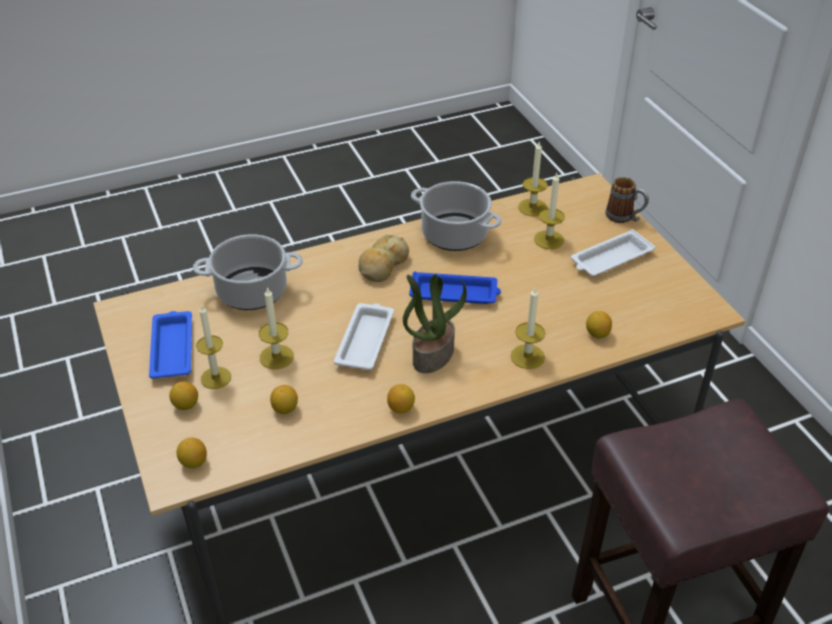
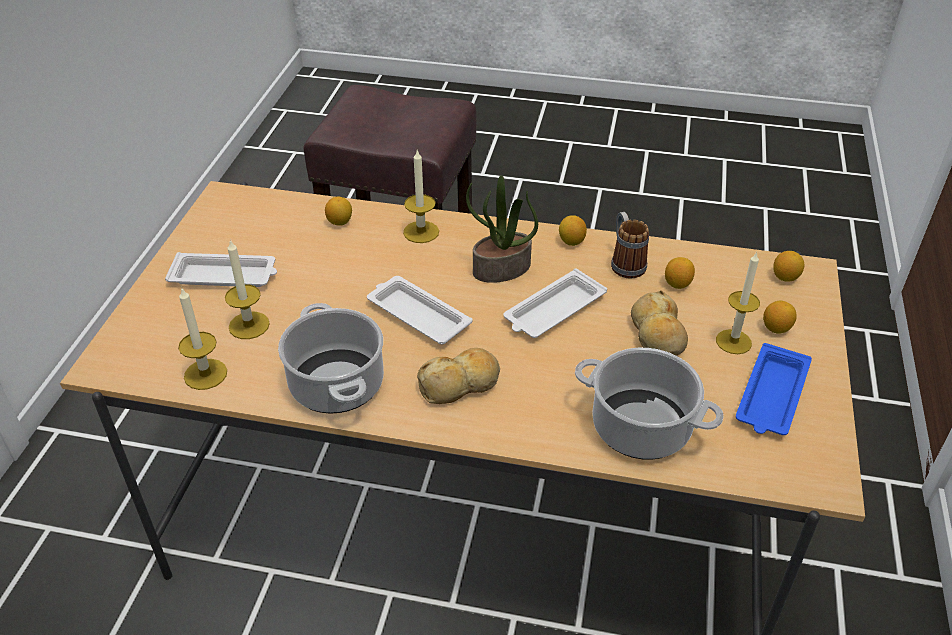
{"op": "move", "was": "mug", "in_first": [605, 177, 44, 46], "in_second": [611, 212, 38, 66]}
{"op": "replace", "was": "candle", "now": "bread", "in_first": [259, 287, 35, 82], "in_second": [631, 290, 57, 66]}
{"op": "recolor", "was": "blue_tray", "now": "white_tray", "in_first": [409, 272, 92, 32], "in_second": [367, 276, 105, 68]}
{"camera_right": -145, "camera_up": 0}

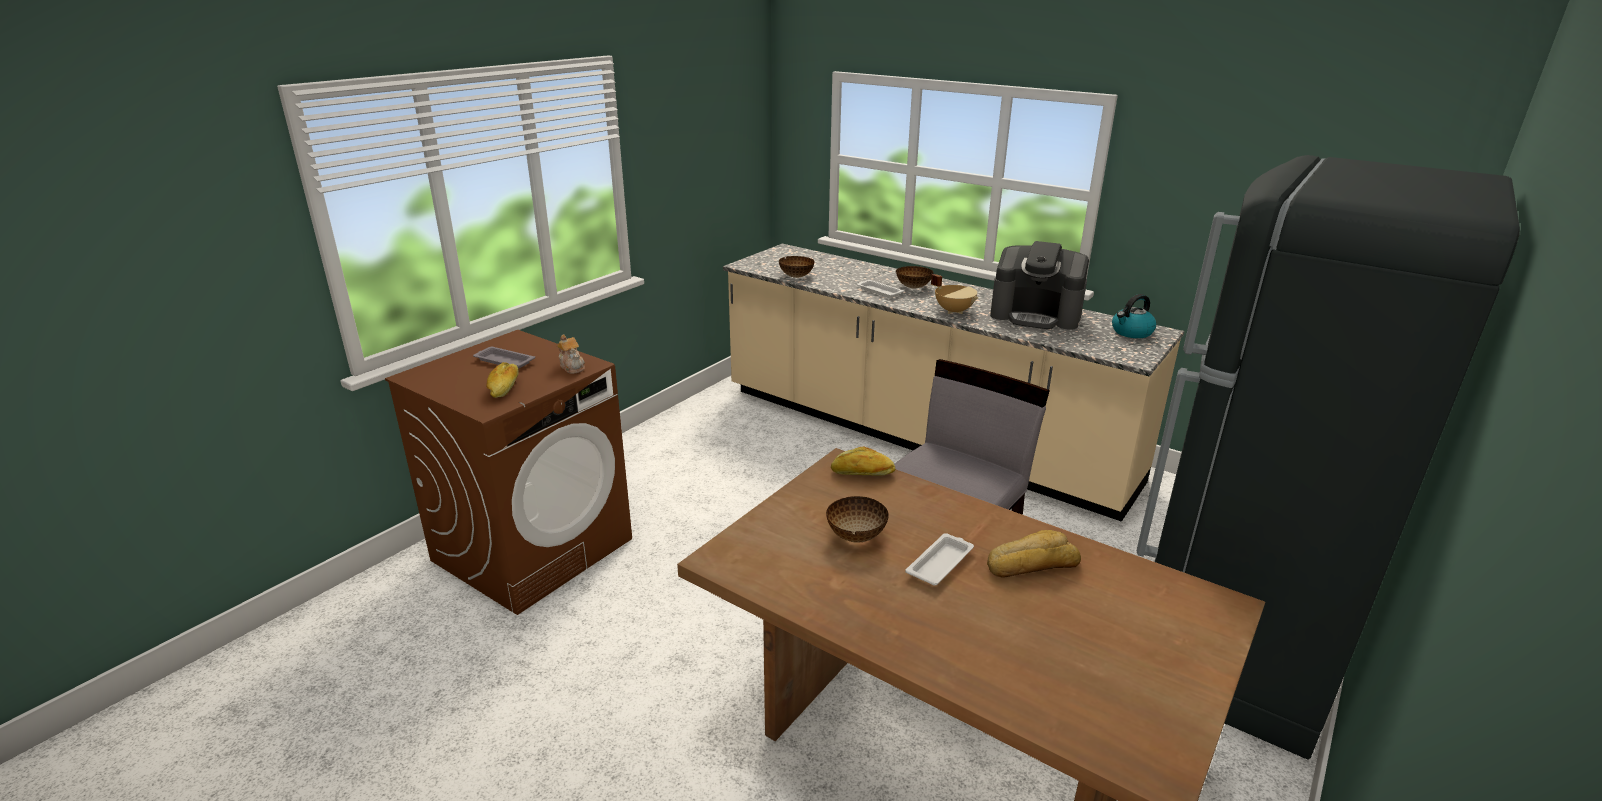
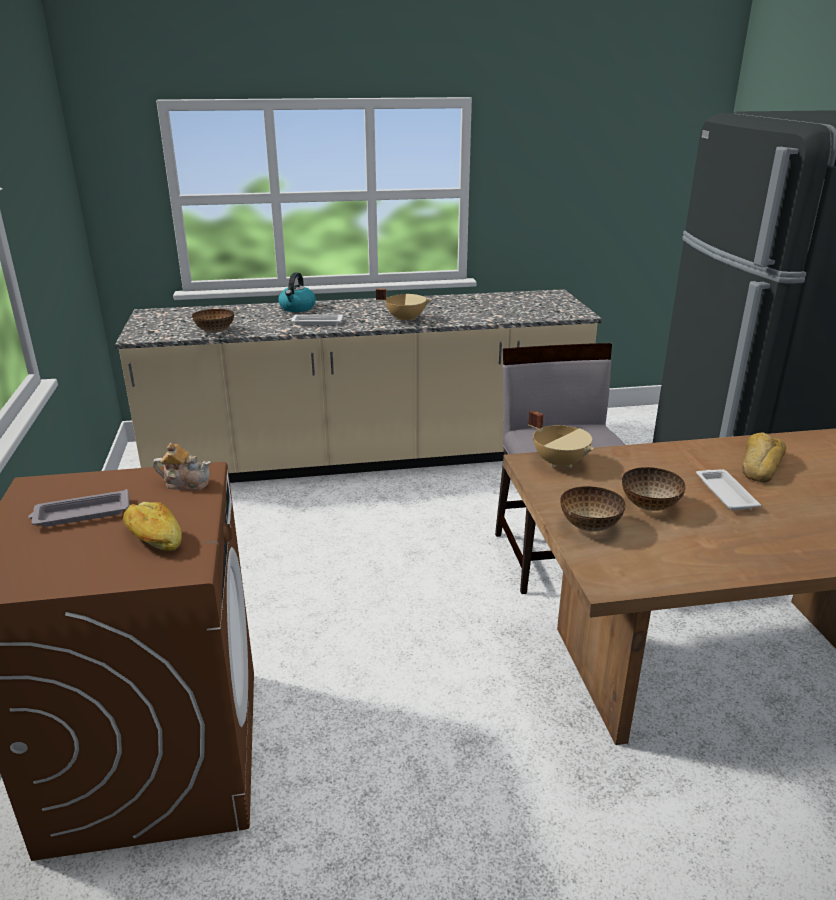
{"op": "delete", "was": "coffee_machine", "in_first": [990, 241, 99, 89]}
{"op": "move", "was": "bowl", "in_first": [895, 266, 39, 22], "in_second": [560, 486, 65, 46]}
{"op": "move", "was": "kettle", "in_first": [1112, 294, 44, 45], "in_second": [278, 273, 38, 39]}
{"op": "replace", "was": "bread", "now": "beige_cooking_pot", "in_first": [831, 447, 64, 29], "in_second": [528, 410, 66, 58]}
{"camera_right": -45, "camera_up": 0}

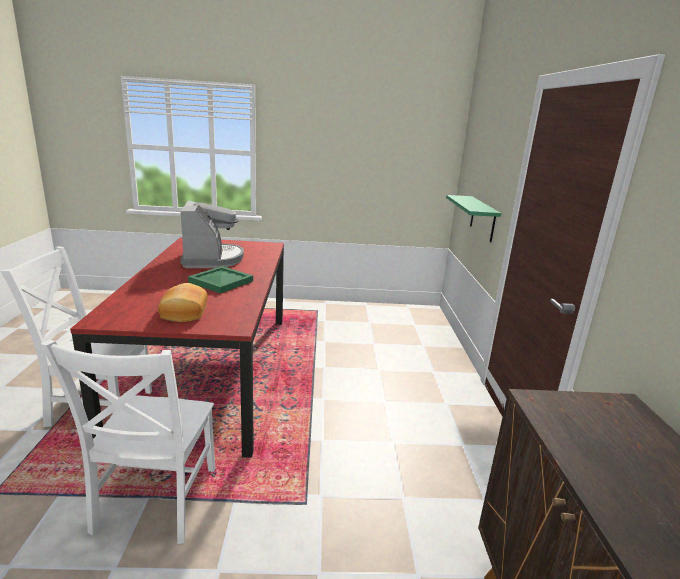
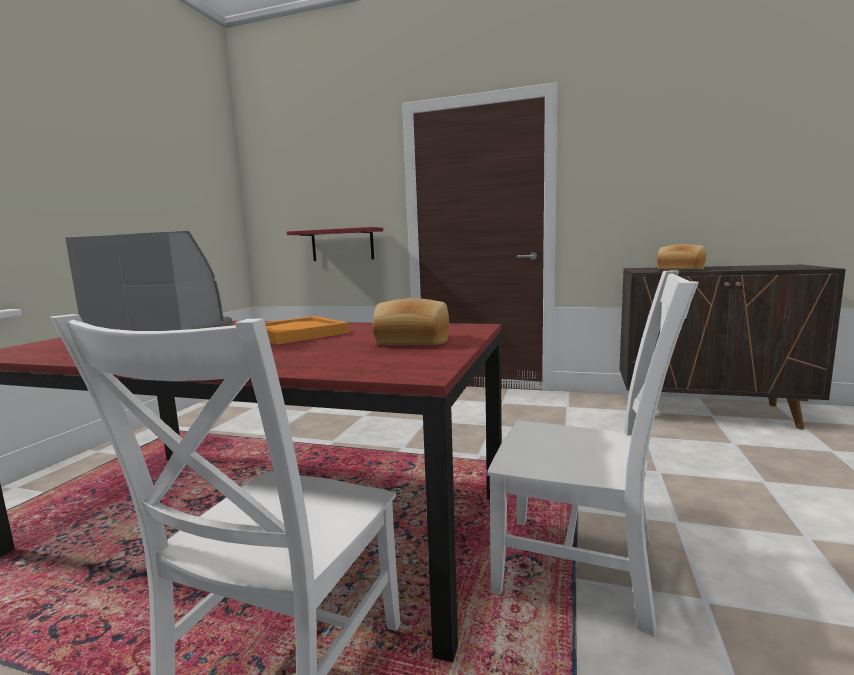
{"op": "insert", "now": "bread", "in_second": [657, 244, 49, 26]}
{"op": "recolor", "was": "green_tray", "now": "orange_tray", "in_first": [188, 266, 65, 28], "in_second": [265, 316, 84, 29]}
{"op": "recolor", "was": "green_shelf", "now": "red_shelf", "in_first": [446, 195, 55, 47], "in_second": [287, 227, 96, 34]}
{"camera_right": -70, "camera_up": -10}

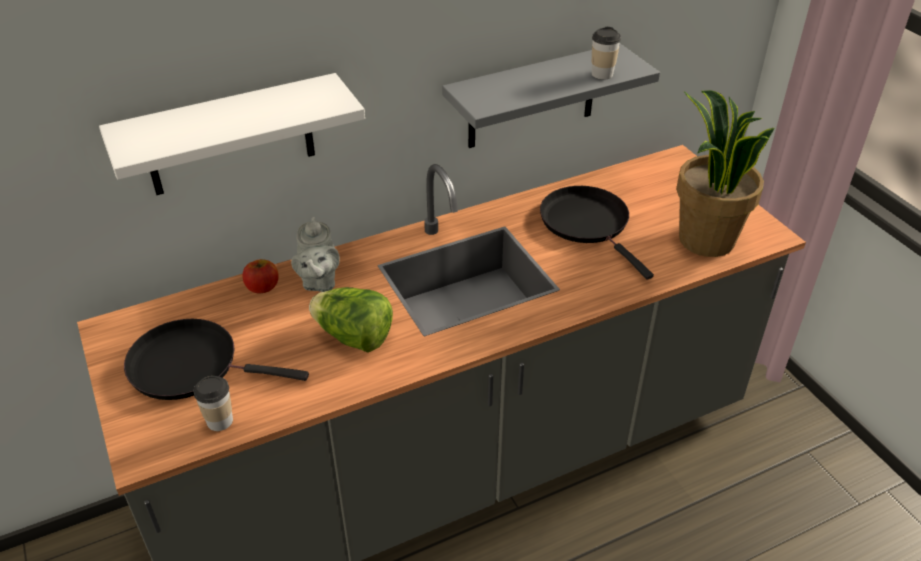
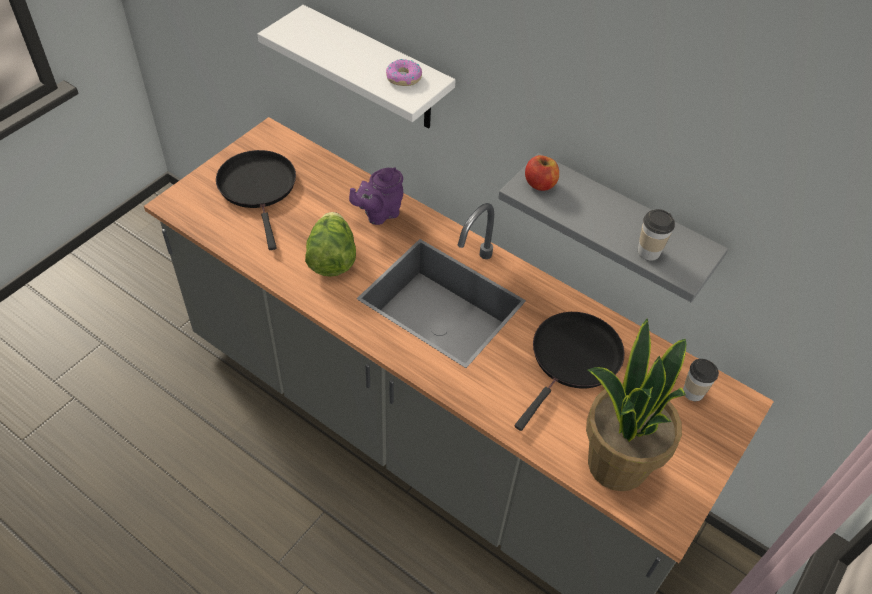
{"op": "insert", "now": "donut", "in_second": [386, 59, 36, 27]}
{"op": "move", "was": "cup", "in_first": [193, 376, 40, 55], "in_second": [683, 359, 36, 42]}
{"op": "move", "was": "apple", "in_first": [243, 259, 36, 34], "in_second": [525, 155, 34, 36]}
{"op": "recolor", "was": "grey_teapot", "now": "purple_teapot", "in_first": [291, 217, 49, 75], "in_second": [349, 167, 54, 58]}
{"camera_right": 60, "camera_up": 10}

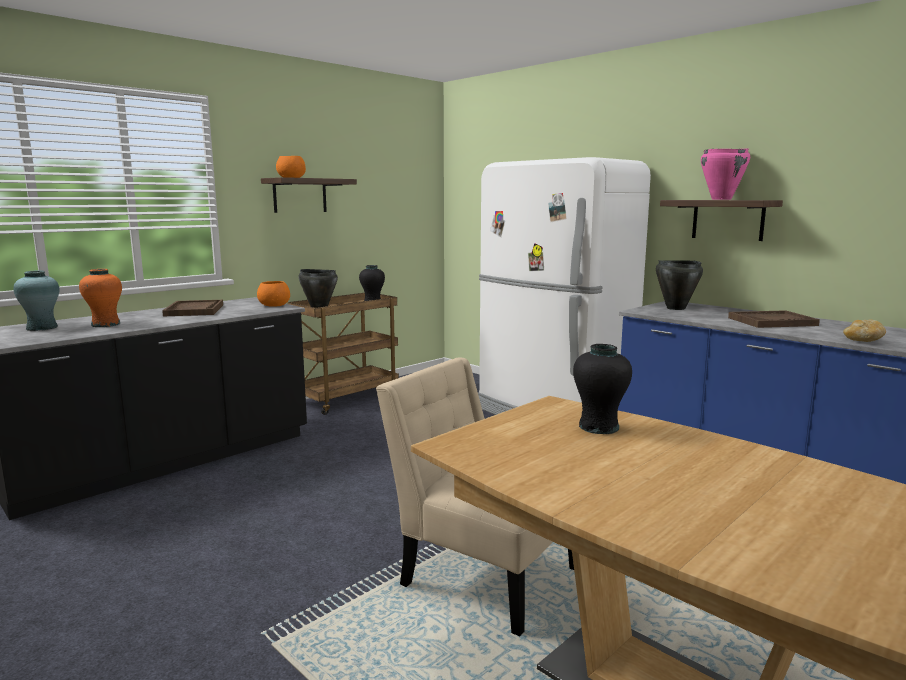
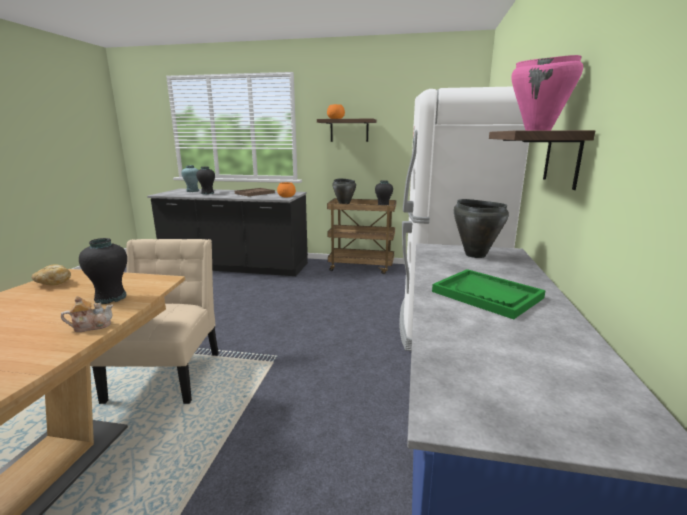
{"op": "insert", "now": "teapot", "in_second": [61, 296, 52, 36]}
{"op": "move", "was": "bread", "in_first": [843, 319, 43, 23], "in_second": [31, 265, 40, 21]}
{"op": "recolor", "was": "orange_vase", "now": "black_vase", "in_first": [79, 269, 43, 58], "in_second": [196, 167, 19, 27]}
{"op": "recolor", "was": "brown_tray", "now": "green_tray", "in_first": [728, 310, 92, 18], "in_second": [432, 269, 114, 50]}
{"camera_right": 55, "camera_up": 5}

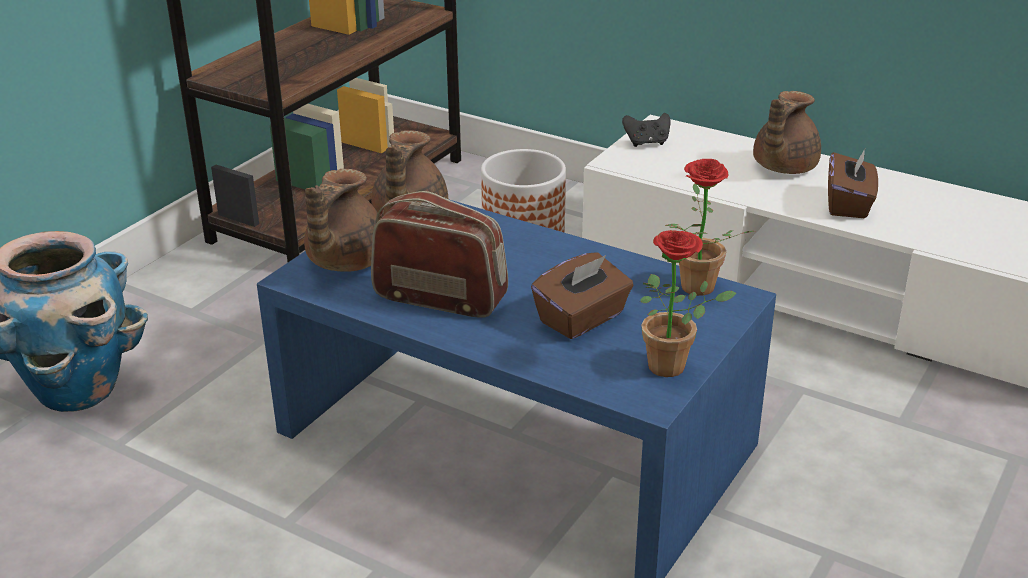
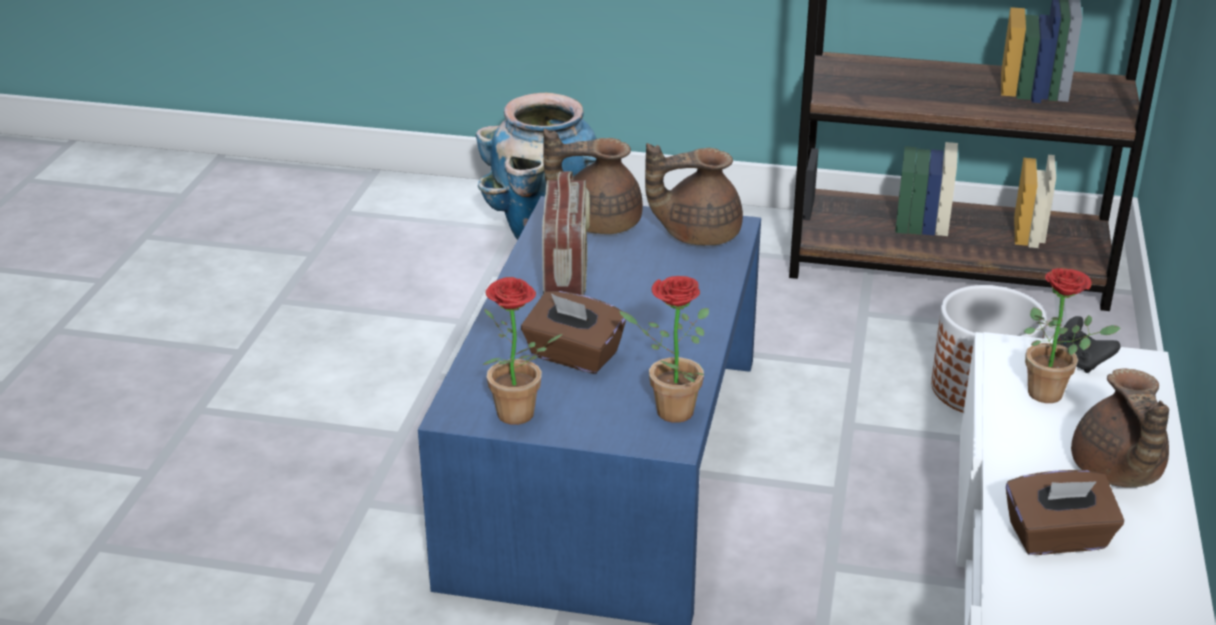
{"op": "insert", "now": "potted_plant", "in_second": [1024, 268, 97, 135]}
{"op": "rotate", "was": "brown_teapot", "in_first": [753, 91, 68, 83], "in_second": [1071, 369, 98, 118], "clockwise": -105}
{"camera_right": 70, "camera_up": 0}

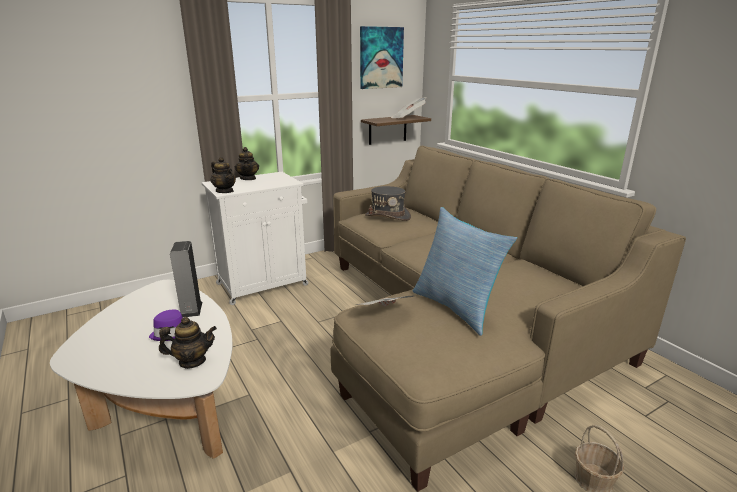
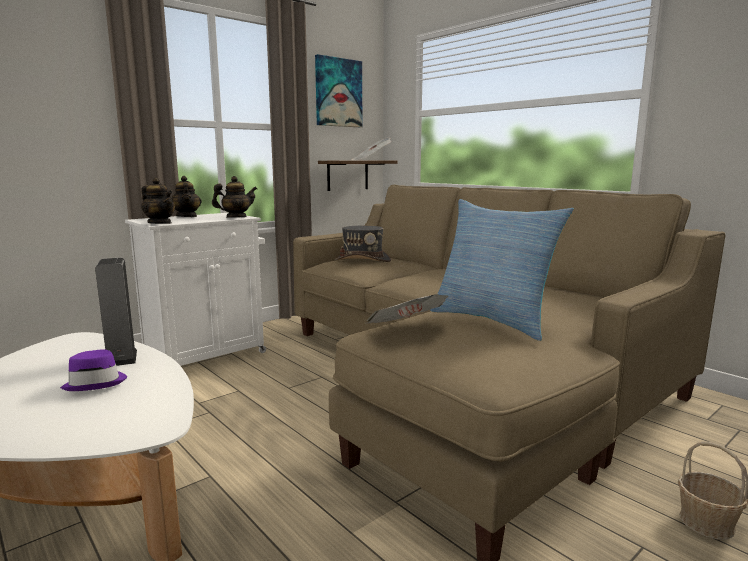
{"op": "move", "was": "teapot", "in_first": [159, 317, 58, 52], "in_second": [212, 176, 45, 42]}
{"camera_right": -10, "camera_up": -10}

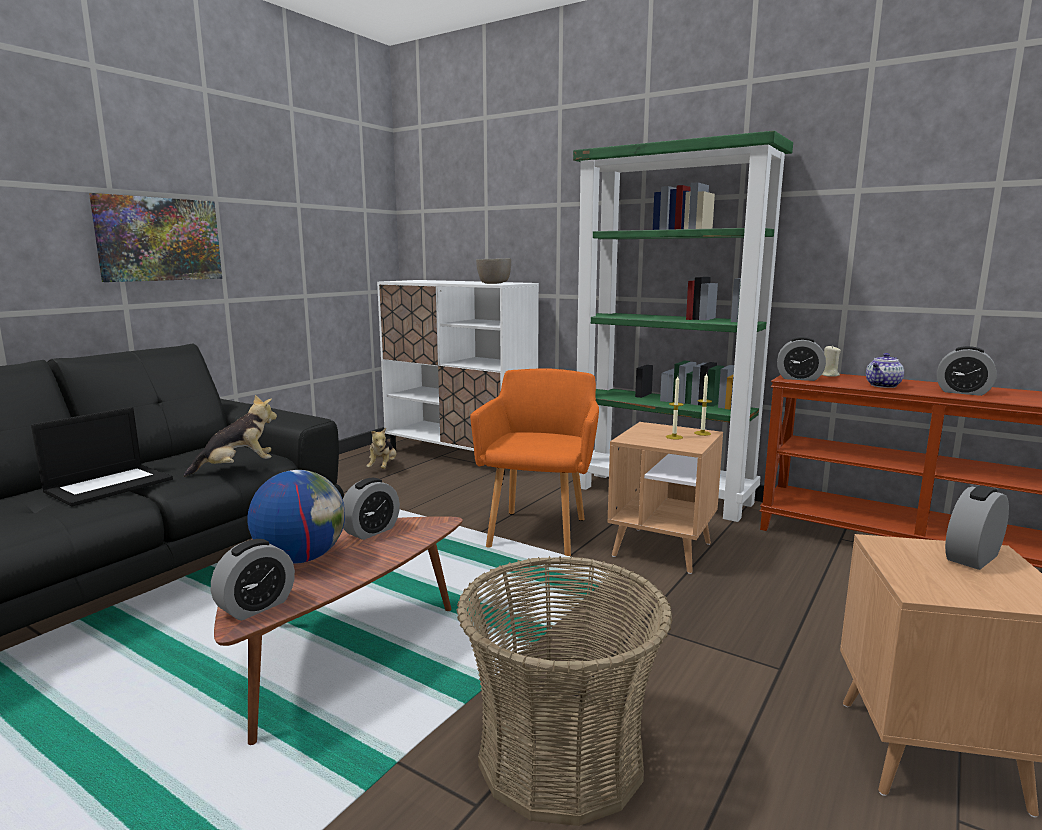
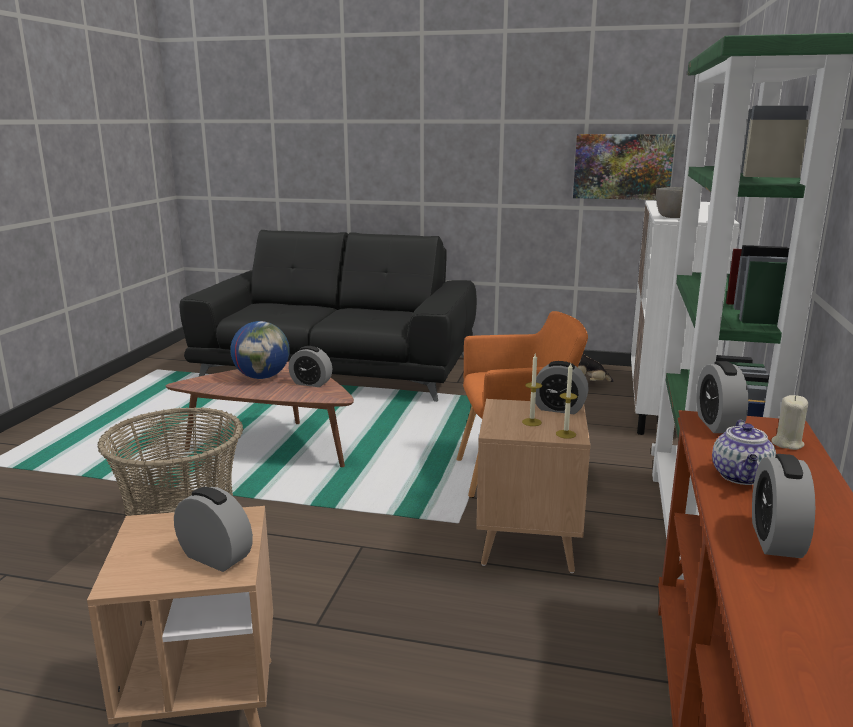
{"op": "delete", "was": "laptop", "in_first": [31, 407, 142, 100]}
{"op": "delete", "was": "plush_toy", "in_first": [184, 395, 93, 82]}
{"op": "move", "was": "picture", "in_first": [89, 193, 133, 89], "in_second": [573, 134, 103, 66]}
{"op": "move", "was": "alarm_clock", "in_first": [211, 539, 84, 82], "in_second": [535, 361, 54, 53]}
{"op": "rotate", "was": "teapot", "in_first": [866, 353, 38, 35], "in_second": [712, 420, 64, 65], "clockwise": -105}
{"camera_right": 70, "camera_up": 5}

